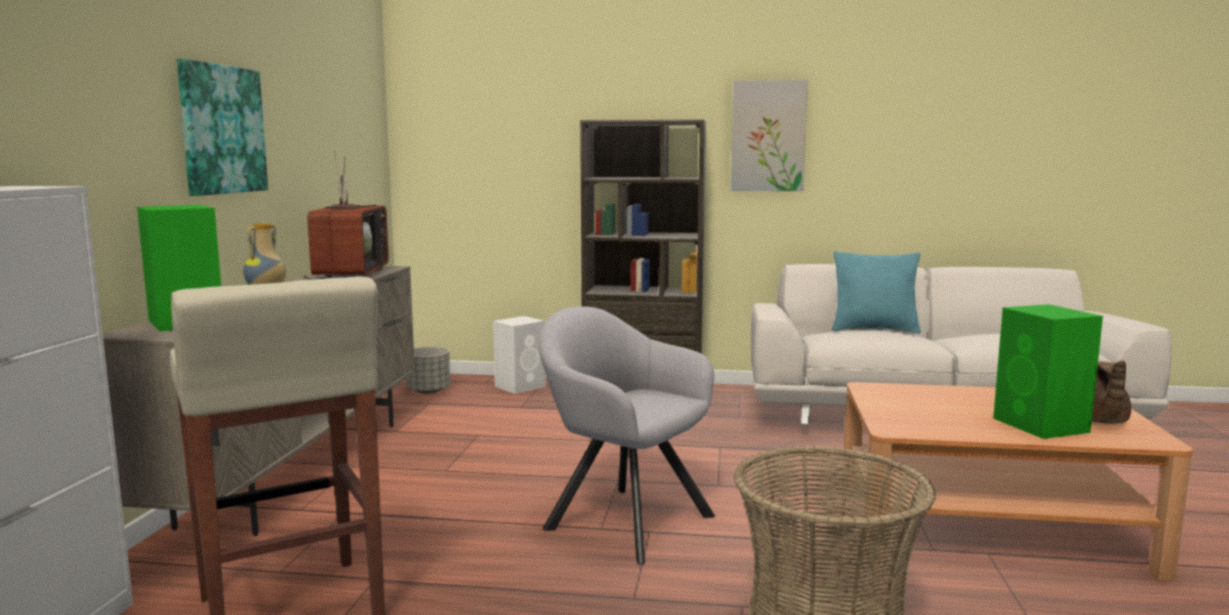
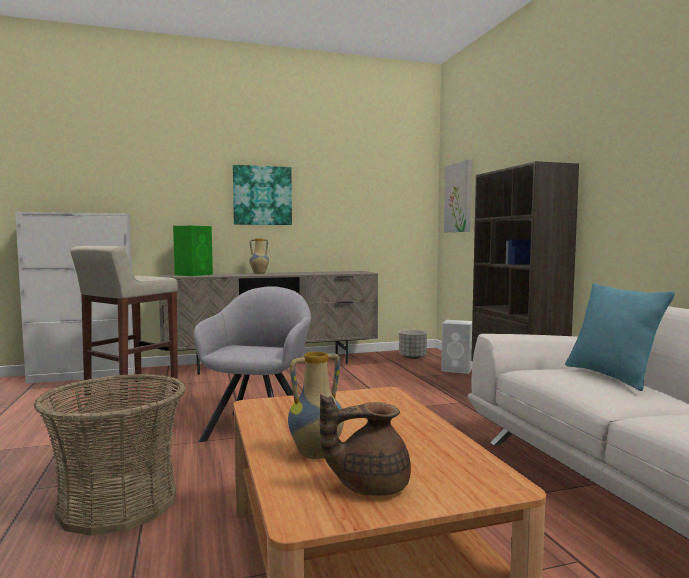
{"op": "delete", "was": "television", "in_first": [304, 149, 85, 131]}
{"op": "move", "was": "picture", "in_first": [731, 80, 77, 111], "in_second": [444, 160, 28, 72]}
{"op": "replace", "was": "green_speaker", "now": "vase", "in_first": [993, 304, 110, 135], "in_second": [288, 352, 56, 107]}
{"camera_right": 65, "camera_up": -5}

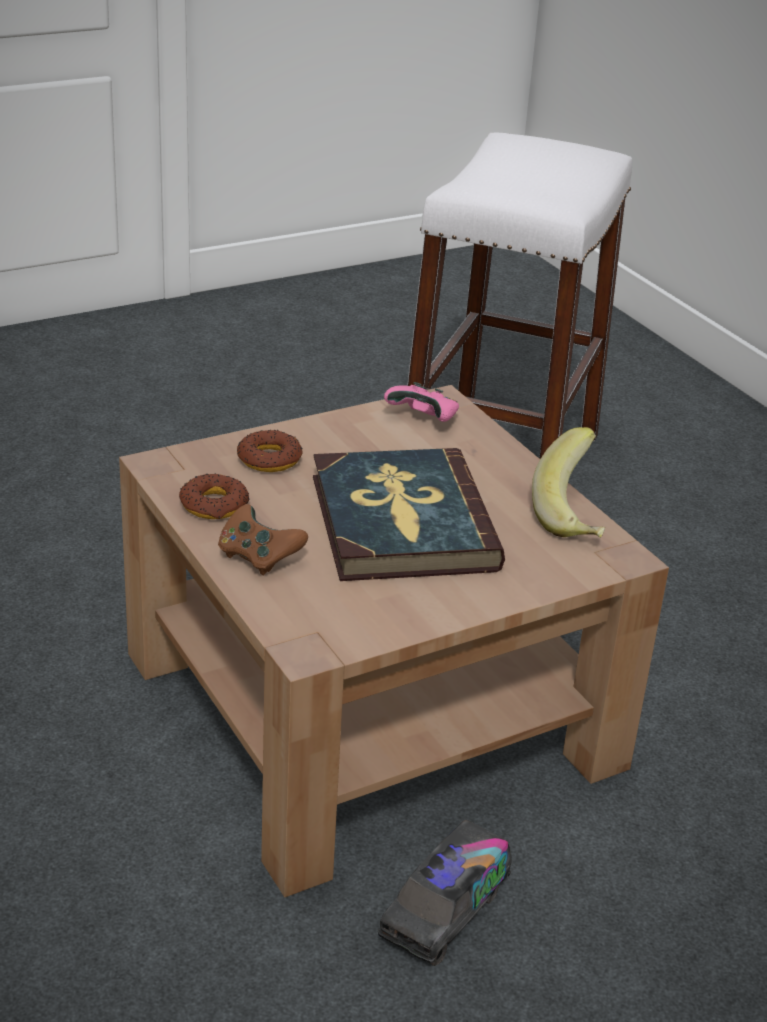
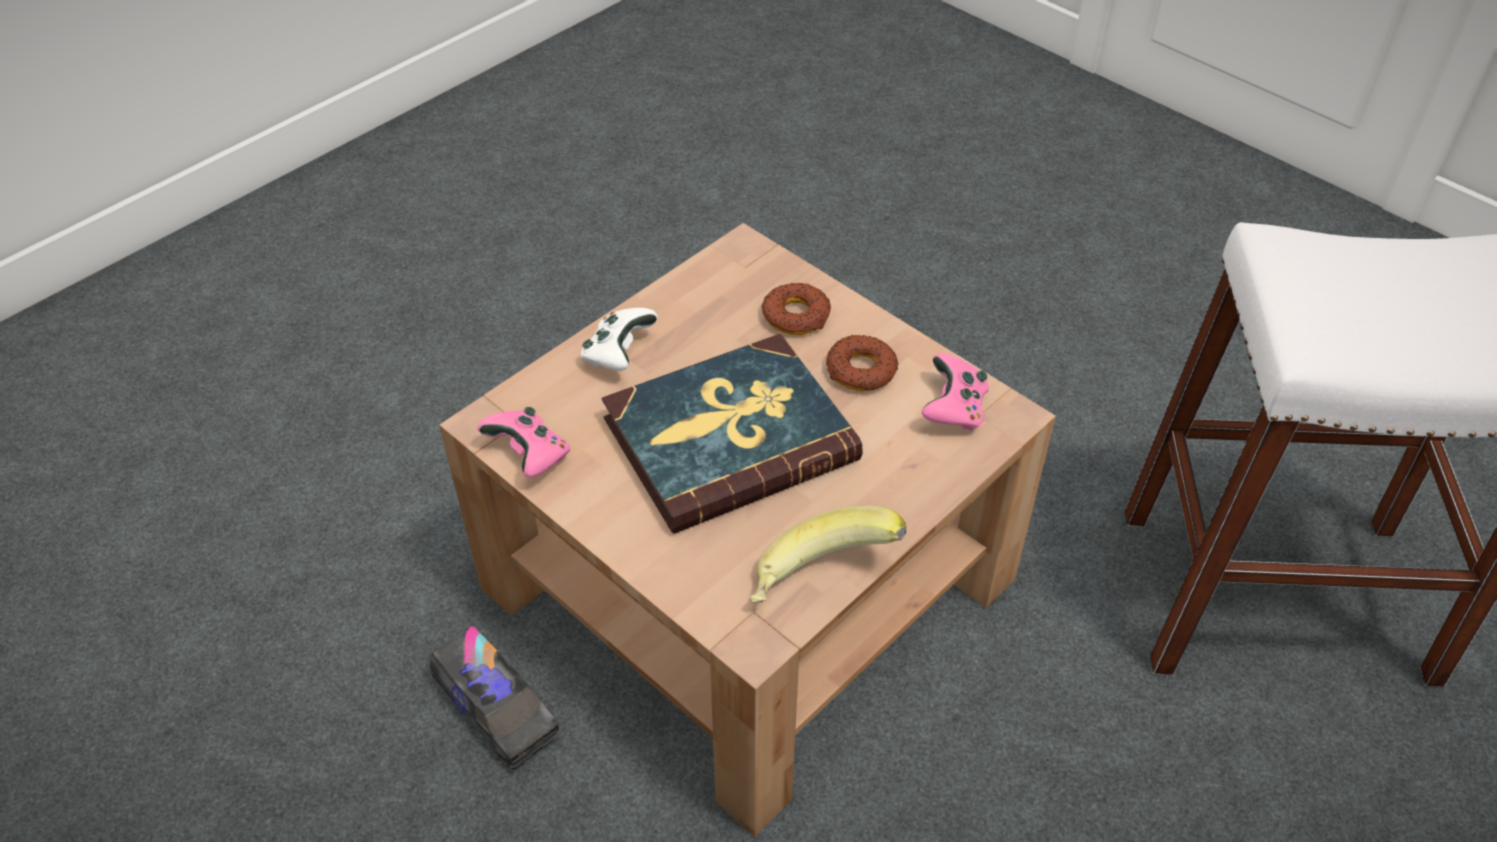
{"op": "insert", "now": "pink_game_controller", "in_second": [478, 407, 92, 70]}
{"op": "move", "was": "donut", "in_first": [179, 474, 70, 45], "in_second": [826, 335, 73, 56]}
{"op": "recolor", "was": "brown_game_controller", "now": "white_game_controller", "in_first": [218, 504, 90, 71], "in_second": [581, 308, 77, 63]}
{"op": "rotate", "was": "toy_truck", "in_first": [378, 820, 134, 146], "in_second": [430, 626, 131, 144], "clockwise": -150}
{"camera_right": 75, "camera_up": 15}

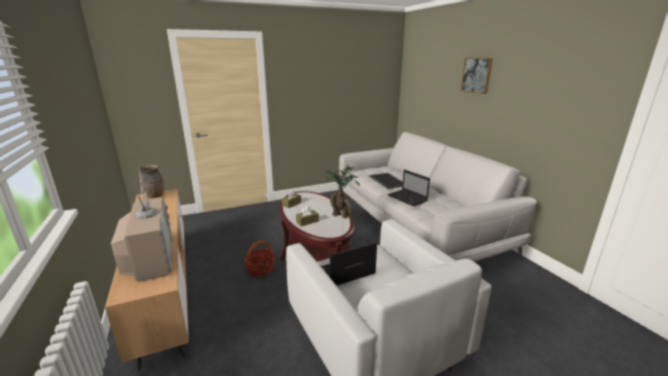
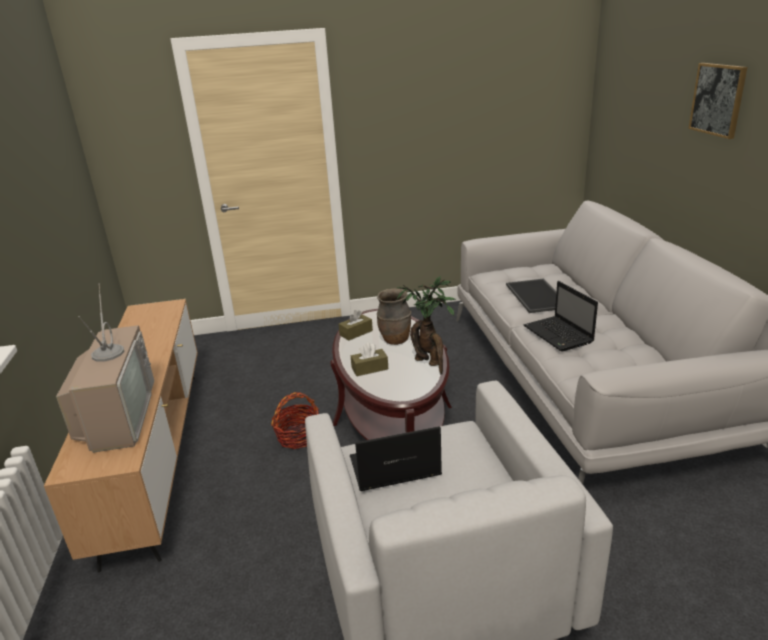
{"op": "move", "was": "brown_vase", "in_first": [138, 165, 26, 33], "in_second": [377, 288, 34, 57]}
{"camera_right": 15, "camera_up": 5}

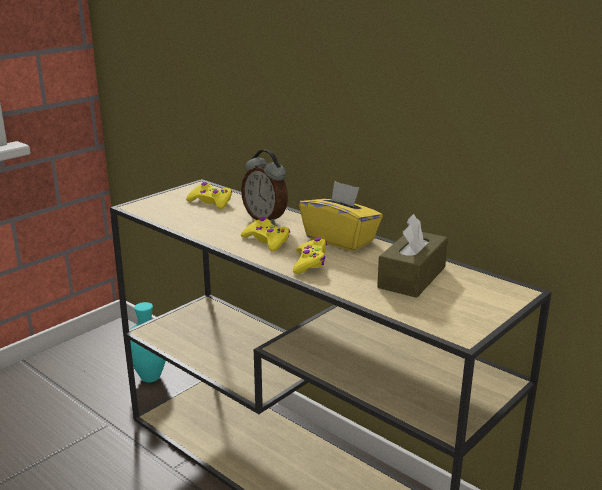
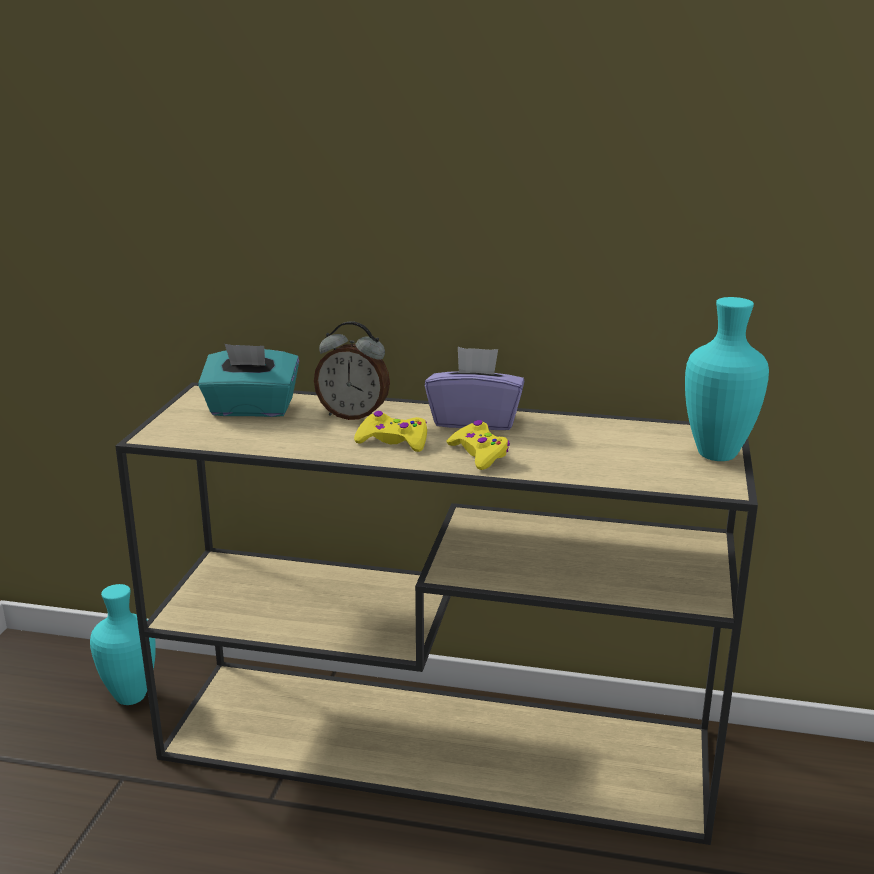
{"op": "delete", "was": "brown_tissue_box", "in_first": [377, 214, 71, 84]}
{"op": "insert", "now": "turquoise_vase", "in_second": [685, 297, 84, 164]}
{"op": "replace", "was": "yellow_game_controller", "now": "turquoise_tissue_box", "in_first": [186, 182, 46, 27], "in_second": [198, 344, 101, 73]}
{"op": "recolor", "was": "yellow_tissue_box", "now": "purple_tissue_box", "in_first": [299, 181, 84, 70], "in_second": [425, 347, 99, 83]}
{"camera_right": -30, "camera_up": 0}

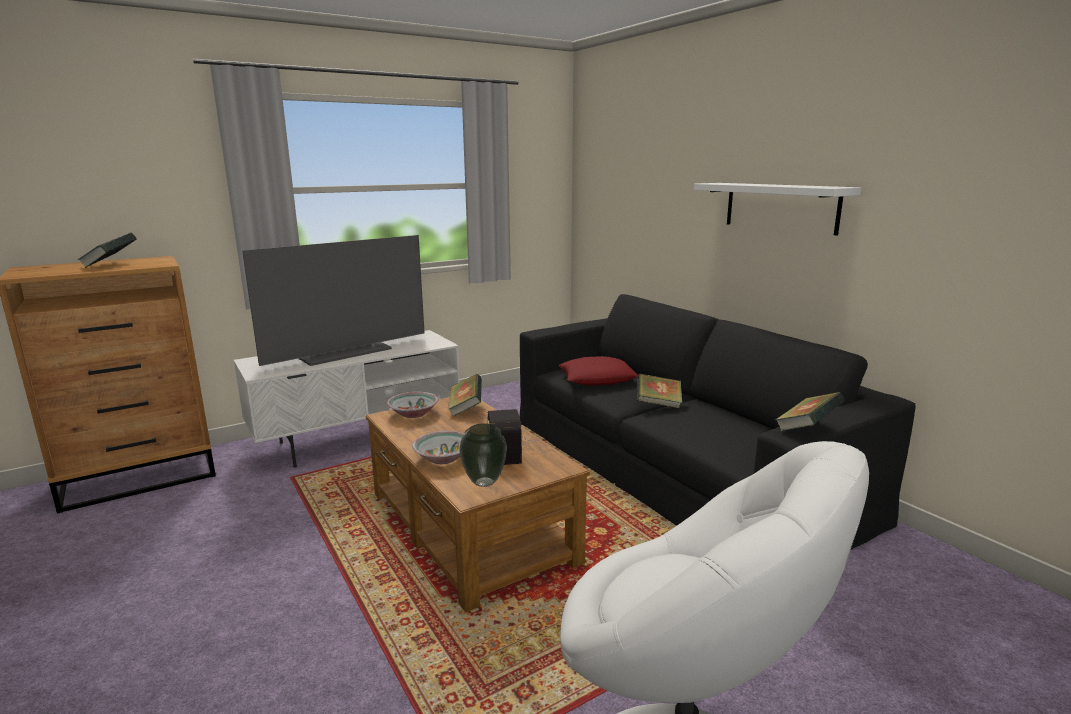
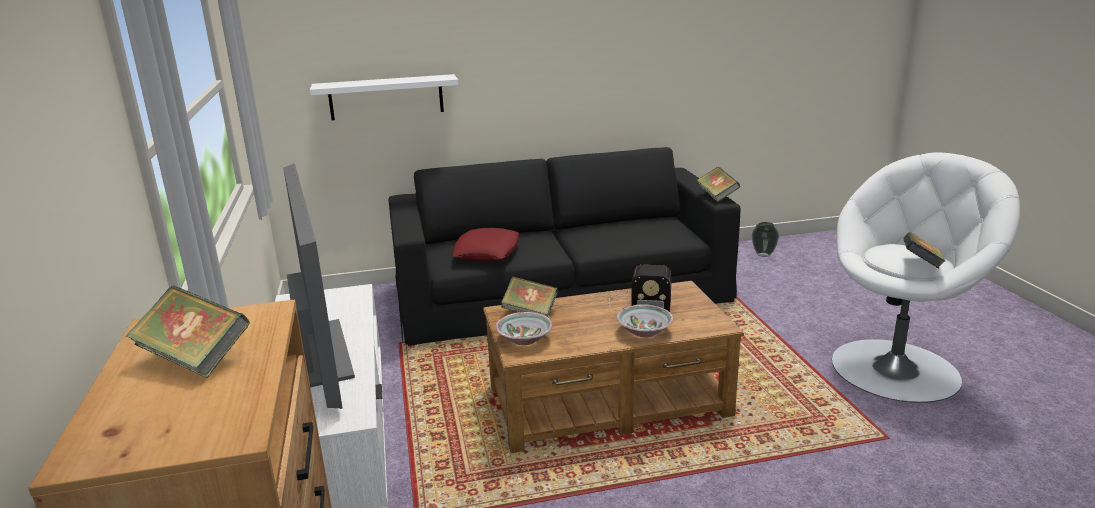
{"op": "move", "was": "vase", "in_first": [459, 423, 48, 64], "in_second": [752, 222, 27, 35]}
{"op": "move", "was": "book", "in_first": [637, 373, 45, 35], "in_second": [903, 232, 42, 36]}
{"op": "move", "was": "white_shelf", "in_first": [694, 183, 167, 52], "in_second": [310, 74, 149, 46]}
{"camera_right": -70, "camera_up": 5}

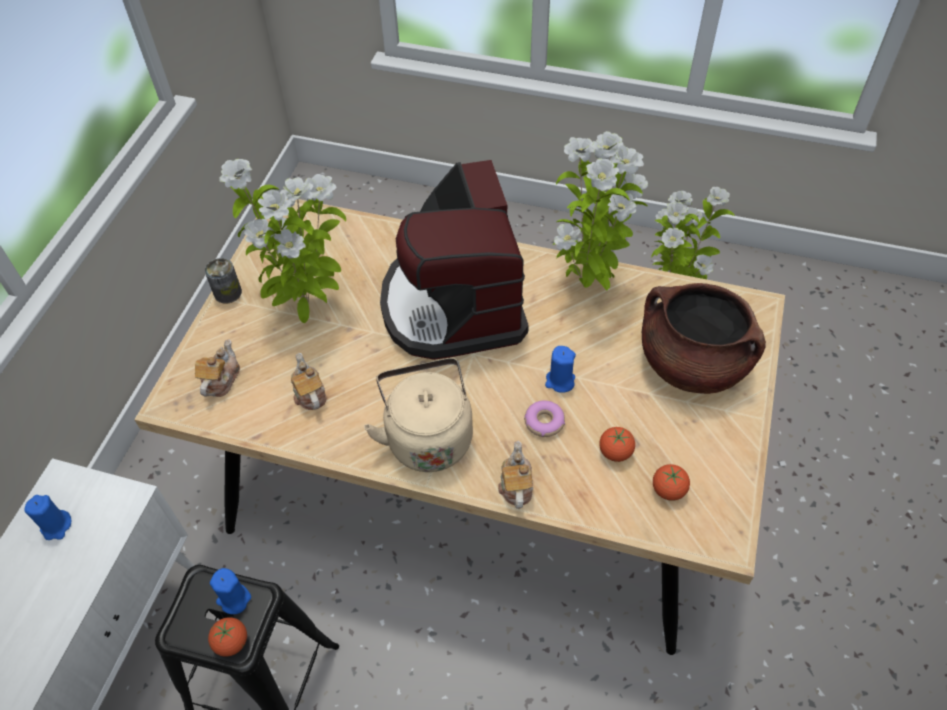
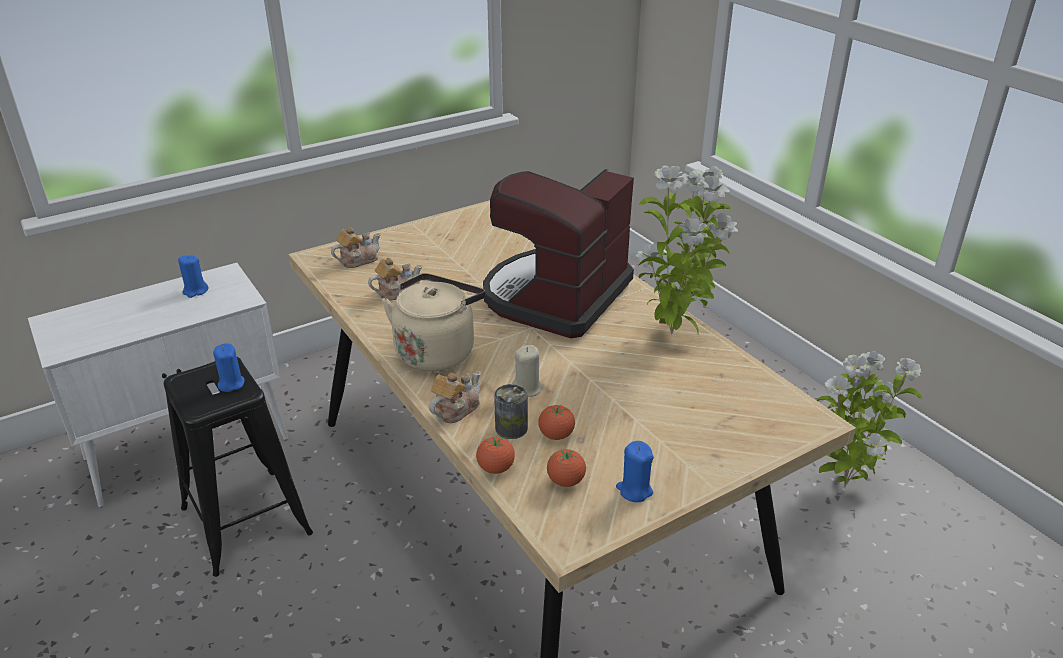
{"op": "delete", "was": "potted_plant", "in_first": [219, 159, 127, 164]}
{"op": "delete", "was": "brown_cooking_pot", "in_first": [642, 283, 124, 111]}
{"op": "move", "was": "can", "in_first": [205, 258, 37, 46], "in_second": [494, 384, 34, 55]}
{"op": "move", "was": "tomato", "in_first": [208, 617, 39, 40], "in_second": [476, 437, 39, 37]}
{"op": "move", "was": "blue_candle", "in_first": [545, 346, 31, 47], "in_second": [616, 441, 38, 61]}
{"op": "replace", "was": "donut", "now": "beige_candle", "in_first": [524, 400, 41, 37], "in_second": [512, 345, 31, 52]}
{"op": "rotate", "was": "teapot", "in_first": [291, 353, 35, 57], "in_second": [368, 257, 54, 44], "clockwise": 45}
{"camera_right": 40, "camera_up": -20}

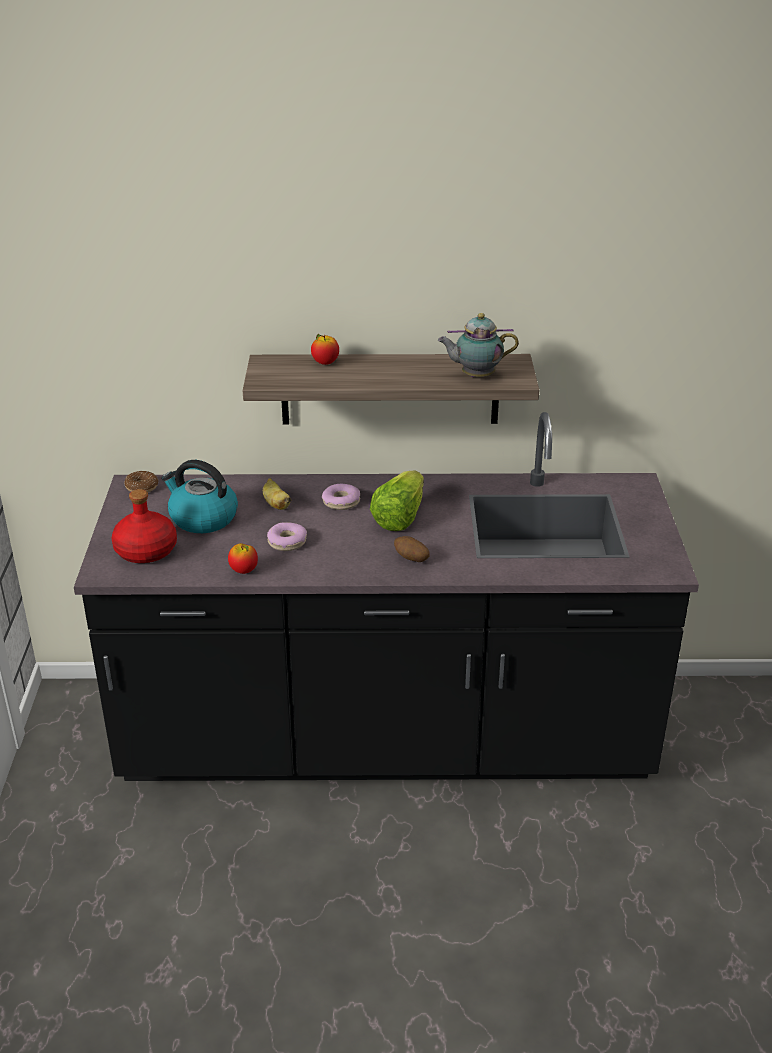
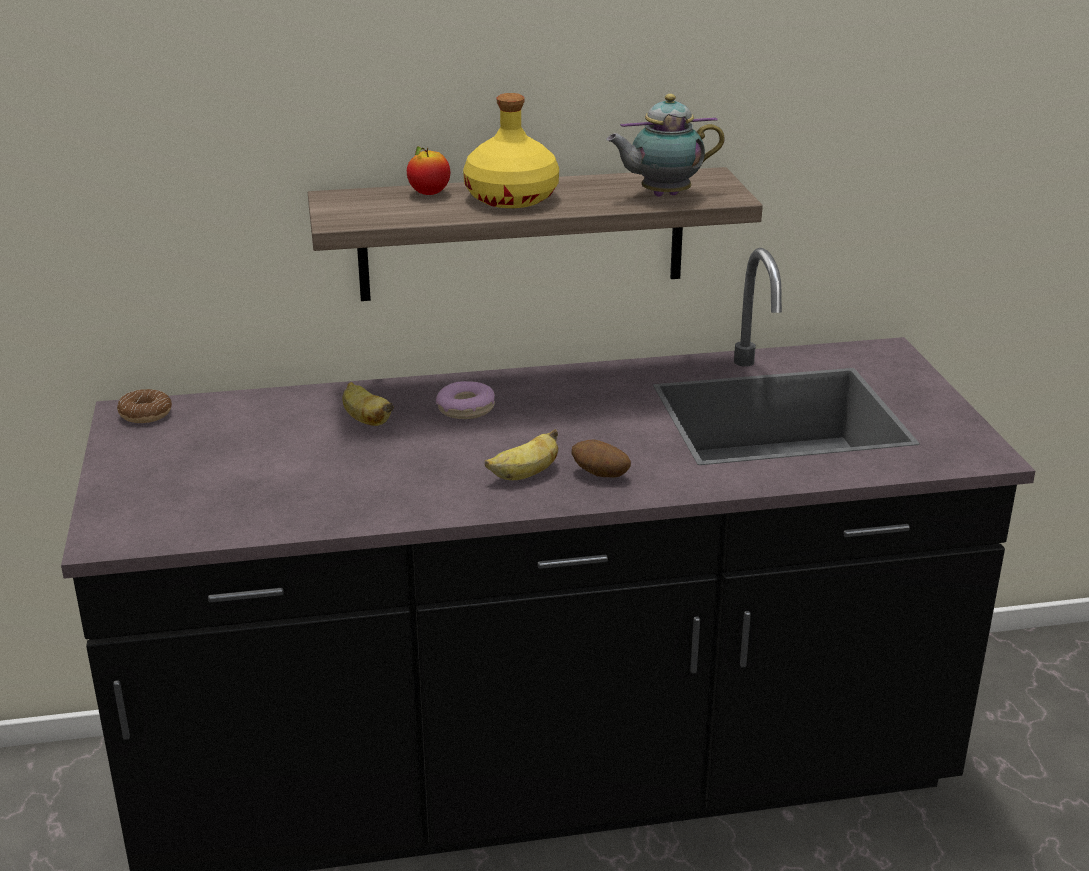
{"op": "delete", "was": "red_bottle", "in_first": [111, 489, 66, 74]}
{"op": "delete", "was": "kettle", "in_first": [161, 460, 77, 73]}
{"op": "delete", "was": "apple", "in_first": [228, 543, 30, 31]}
{"op": "delete", "was": "donut", "in_first": [267, 522, 40, 29]}
{"op": "delete", "was": "lettuce", "in_first": [370, 470, 54, 61]}
{"op": "insert", "now": "yellow_bottle", "in_second": [463, 93, 96, 115]}
{"op": "insert", "now": "banana", "in_second": [485, 429, 73, 51]}
{"camera_right": -10, "camera_up": -5}

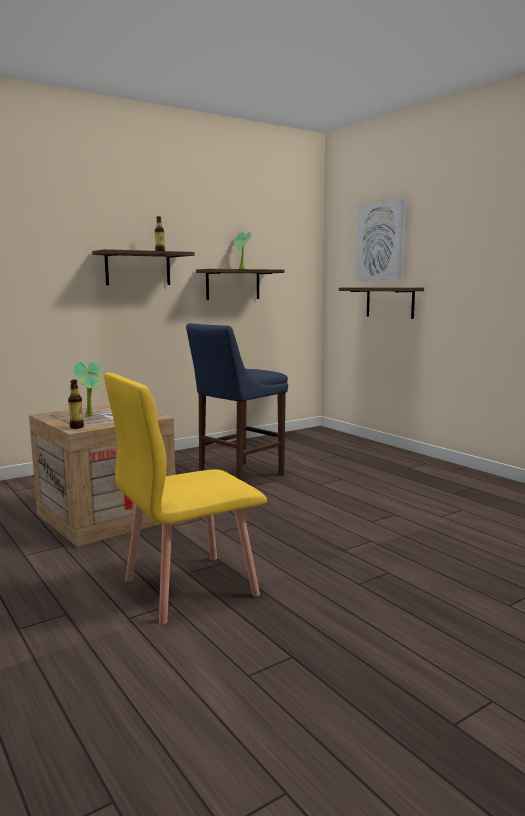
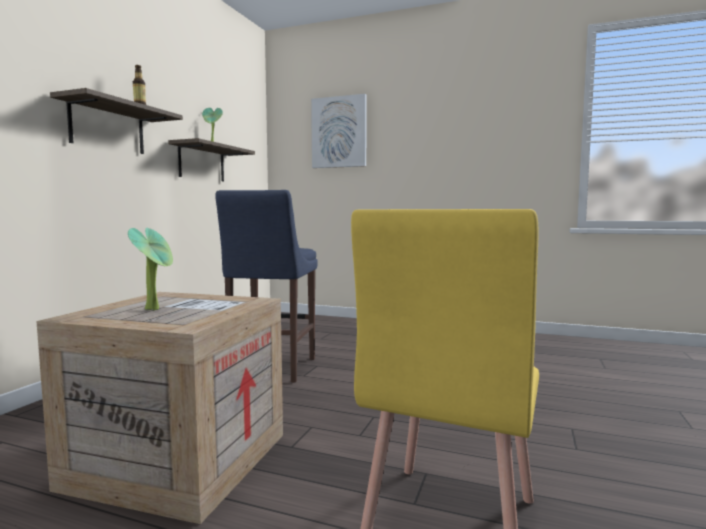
{"op": "delete", "was": "bottle", "in_first": [68, 380, 16, 49]}
{"op": "delete", "was": "shelf", "in_first": [339, 287, 85, 32]}
{"camera_right": -35, "camera_up": -5}

